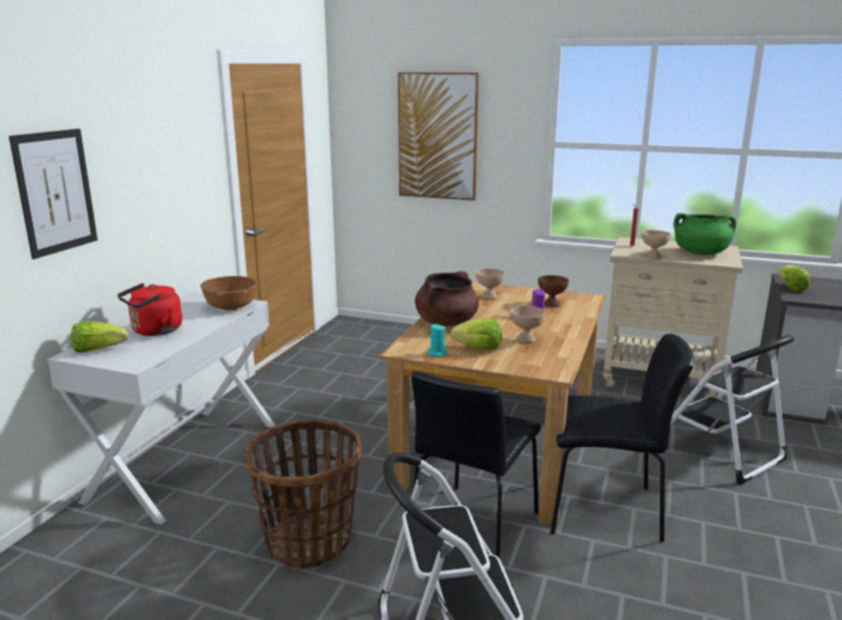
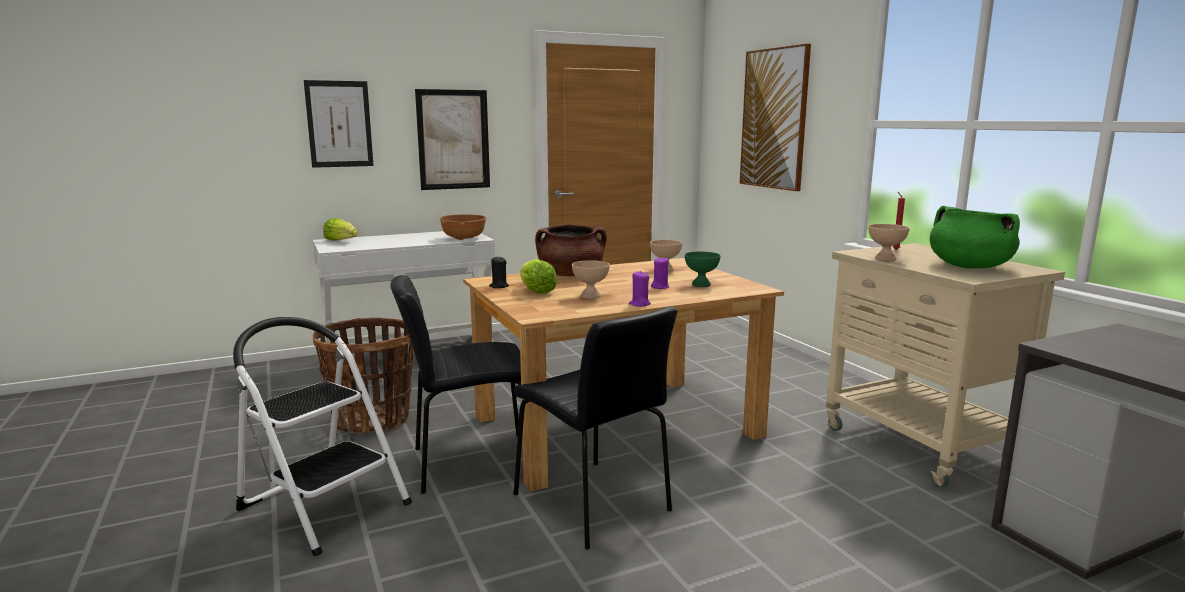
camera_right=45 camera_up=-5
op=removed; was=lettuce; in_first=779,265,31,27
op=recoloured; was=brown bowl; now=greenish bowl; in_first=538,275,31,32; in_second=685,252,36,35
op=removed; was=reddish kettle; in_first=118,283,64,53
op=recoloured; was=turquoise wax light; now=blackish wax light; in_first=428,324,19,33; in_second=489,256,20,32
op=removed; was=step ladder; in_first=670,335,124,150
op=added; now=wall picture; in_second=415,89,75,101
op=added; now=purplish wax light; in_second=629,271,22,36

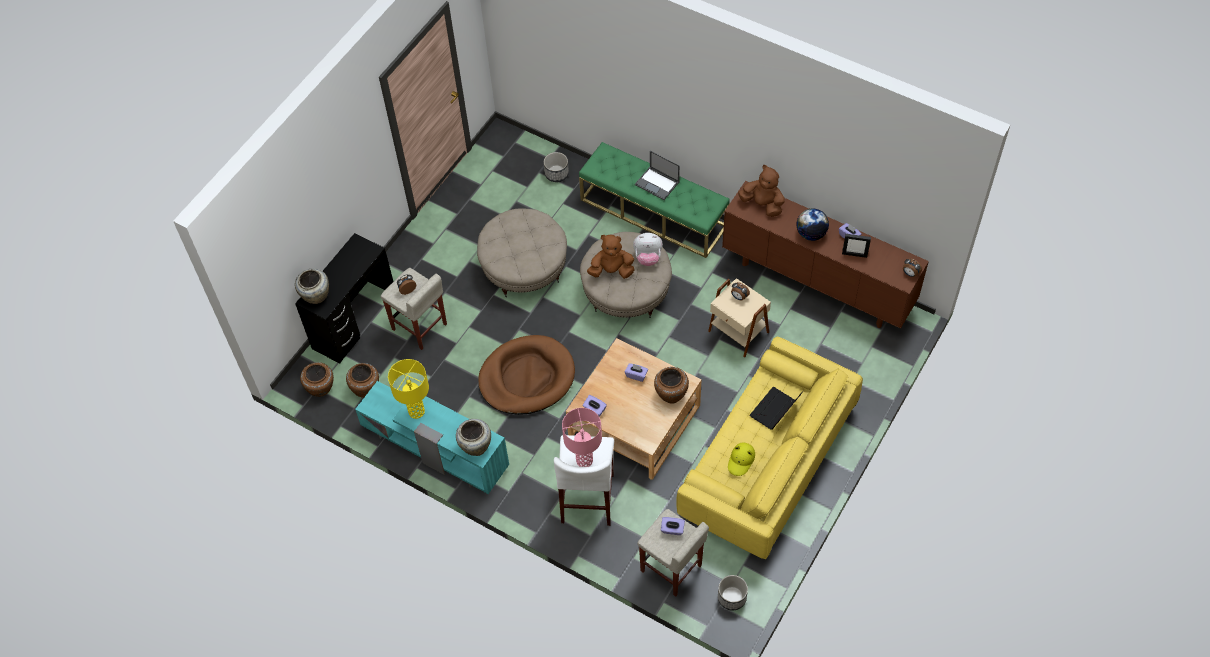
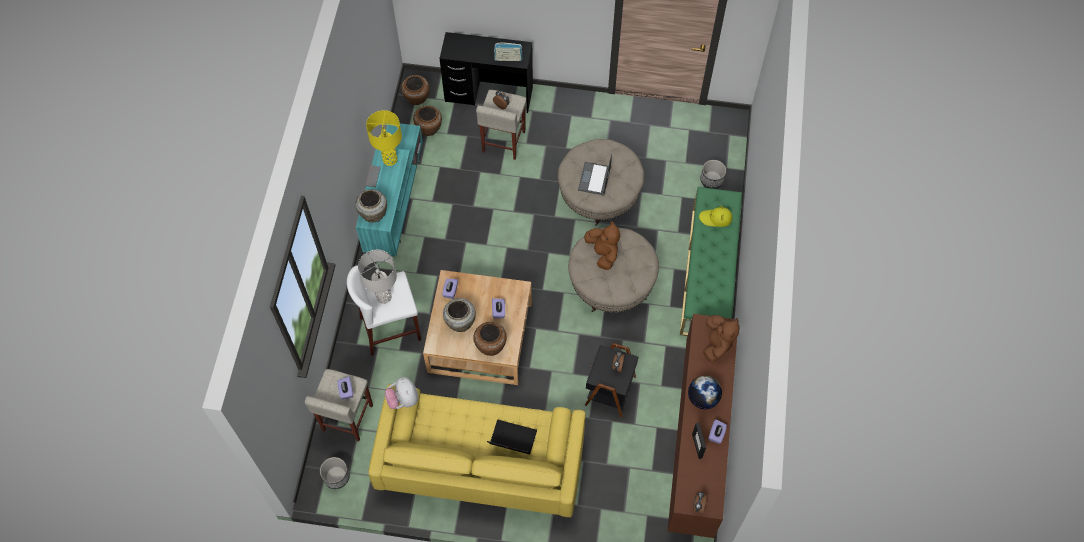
camera_right=65 camera_up=5
op=moved; was=notebook computer; in_first=635,151,45,49; in_second=578,153,34,42
op=moved; was=plush toy; in_first=633,233,30,33; in_second=385,377,33,32
op=moved; was=beige-coloured flower vase; in_first=295,268,34,36; in_second=443,298,33,34
op=recoloured; was=beige-coloured end table; now=blackish end table; in_first=708,278,63,80; in_second=585,343,53,75
op=removed; was=brown dog bed; in_first=478,335,97,80
op=recoloured; was=pink lamp for a table; now=whitish lamp for a table; in_first=562,408,40,59; in_second=358,250,39,54
op=moved; was=yellowish wearable hat; in_first=728,442,27,34; in_second=699,205,33,22
op=added; now=radio set; in_second=494,43,29,18

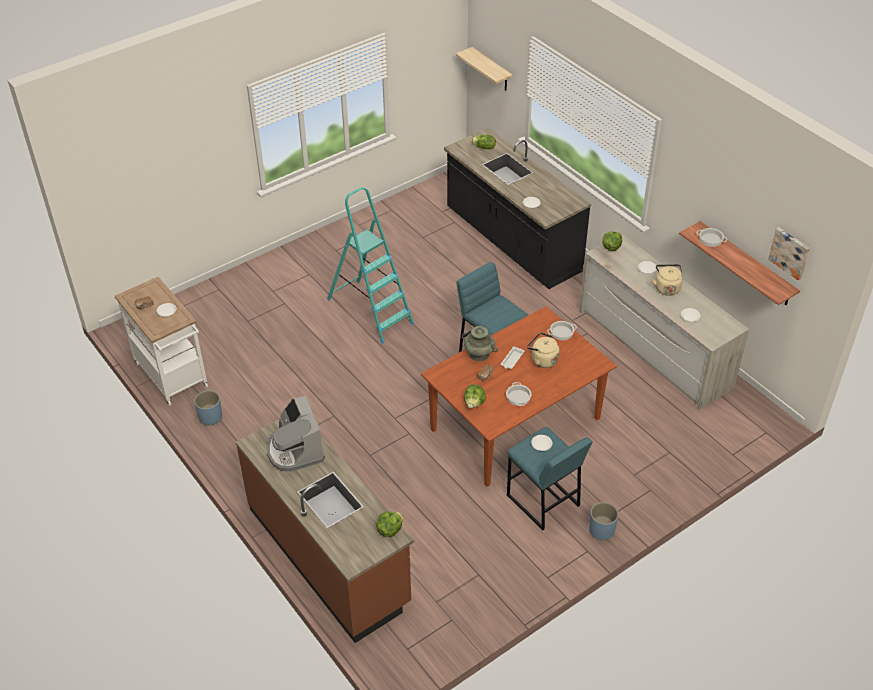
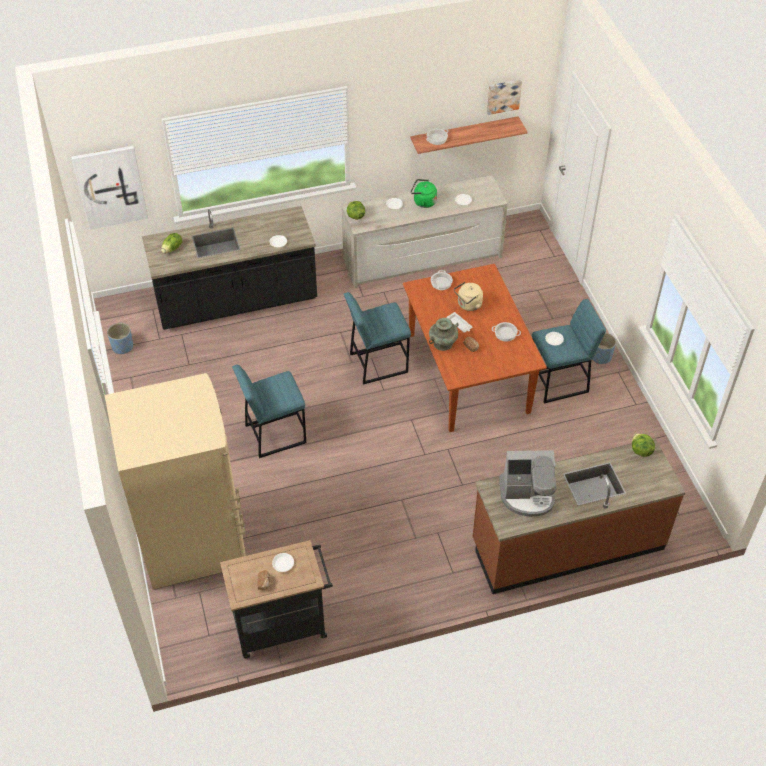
camera_right=-70 camera_up=5
op=replaced; was=wall shelf; now=wall picture; in_first=456,47,57,43; in_second=71,146,77,83
op=replaced; was=turquoise step ladder; now=blue stool seat; in_first=327,188,87,155; in_second=232,365,74,93
op=recoloured; was=beige-coloured kettle; now=greenish kettle; in_first=651,264,32,32; in_second=411,179,26,29
op=recoloured; was=whitish cart; now=blackish cart; in_first=115,277,93,129; in_second=220,540,113,118
op=removed; was=lettuce; in_first=464,384,22,24
op=moved; was=blue flower pot; in_first=194,390,28,36; in_second=107,323,26,31
op=added; now=beige-coloured refrigerator; in_second=104,373,141,216

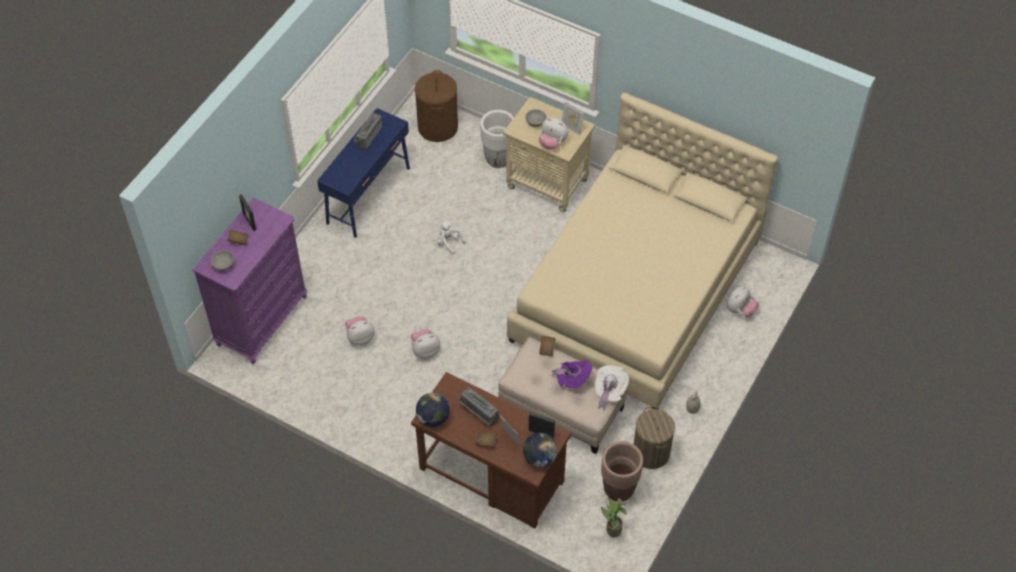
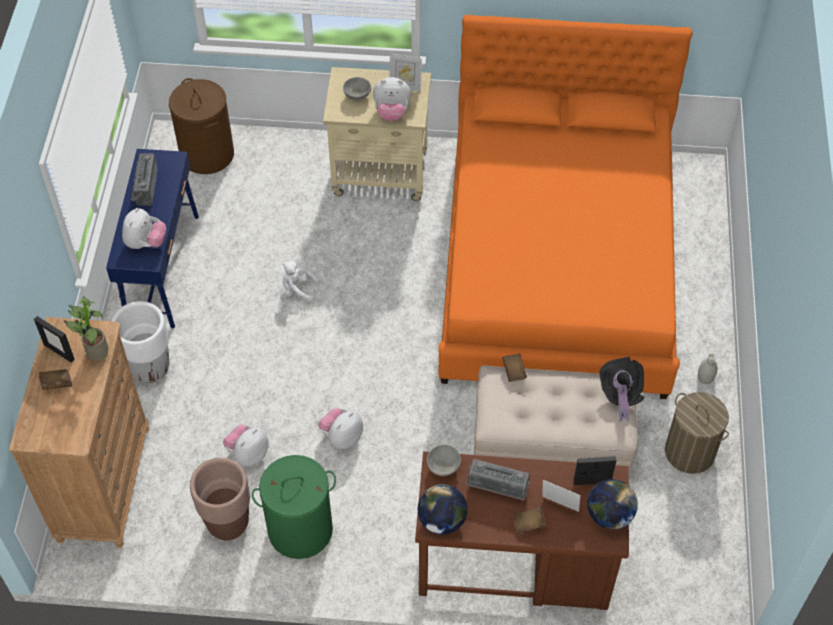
camera_right=-25 camera_up=0
op=recoloured; was=beige-coloured sleeping bed; now=orange-coloured sleeping bed; in_first=507,92,271,317; in_second=438,14,255,385
op=moved; was=whitish flower pot; in_first=480,110,34,58; in_second=112,301,57,82
op=recoloured; was=purplish dresser; now=brown dresser; in_first=192,198,115,166; in_second=9,317,140,231
op=moved; was=grey bowl; in_first=211,250,23,21; in_second=427,445,34,31
op=moved; was=plush toy; in_first=727,286,32,31; in_second=122,208,44,41
op=removed; was=purplish wearable hat; in_first=551,360,41,28
op=recoloured; was=whitish wearable hat; now=blackish wearable hat; in_first=595,365,34,45; in_second=599,357,45,64
op=moved; was=brown flower pot; in_first=601,441,42,60; in_second=190,458,60,83
op=moved; was=plant in a pot; in_first=601,497,26,41; in_second=64,297,44,64
op=added; now=greenish hamper; in_second=252,455,84,104

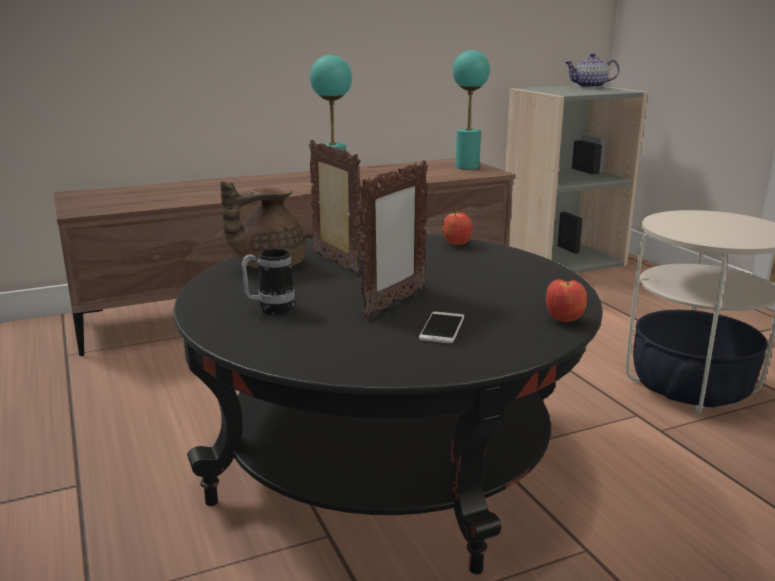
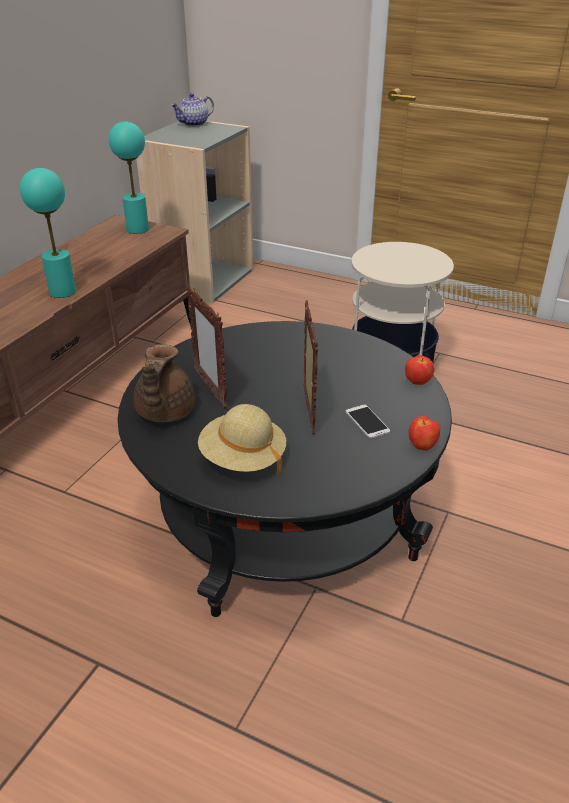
camera_right=-40 camera_up=15
op=turned; was=standing frame; in_first=309,140,52,135; in_second=187,285,40,123; clockwise=-135
op=moved; was=apple fruit; in_first=442,211,31,34; in_second=409,416,31,35
op=replaced; was=mug; now=beige-coloured wearable hat; in_first=241,248,54,67; in_second=198,404,88,70

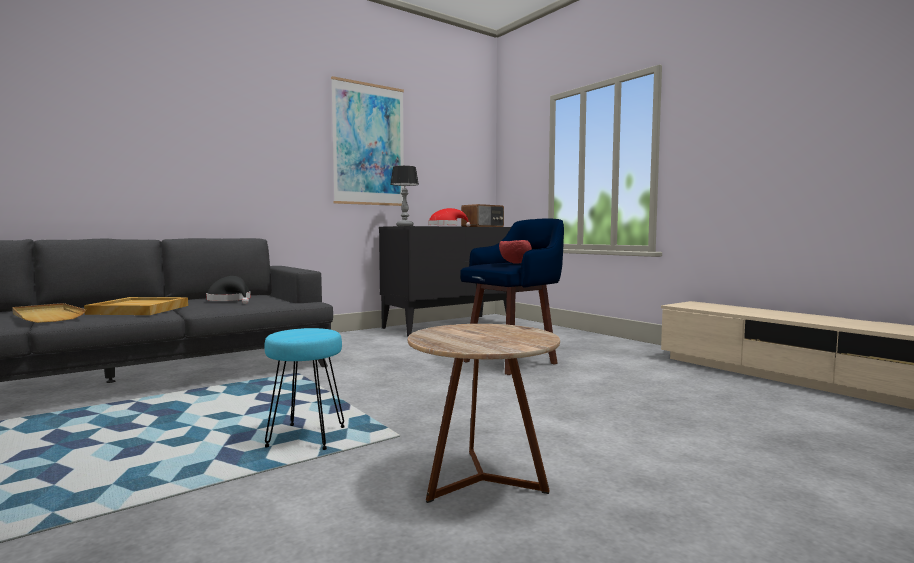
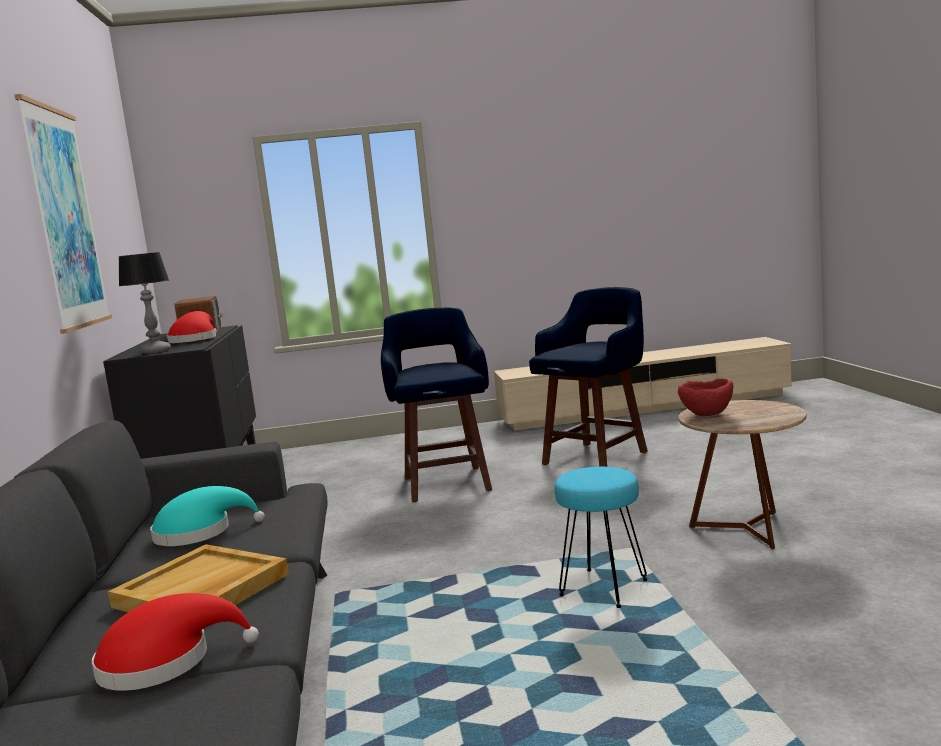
camera_right=-60 camera_up=5
op=moved; was=reddish bowl; in_first=499,240,33,24; in_second=678,378,55,38
op=recoloured; was=blackish wearable hat; now=turquoise wearable hat; in_first=206,276,45,28; in_second=150,486,115,60
op=replaced; was=beige-coloured tray; now=reddish wearable hat; in_first=12,303,74,20; in_second=92,593,167,98
op=added; now=blue stool seat; in_second=529,287,119,180

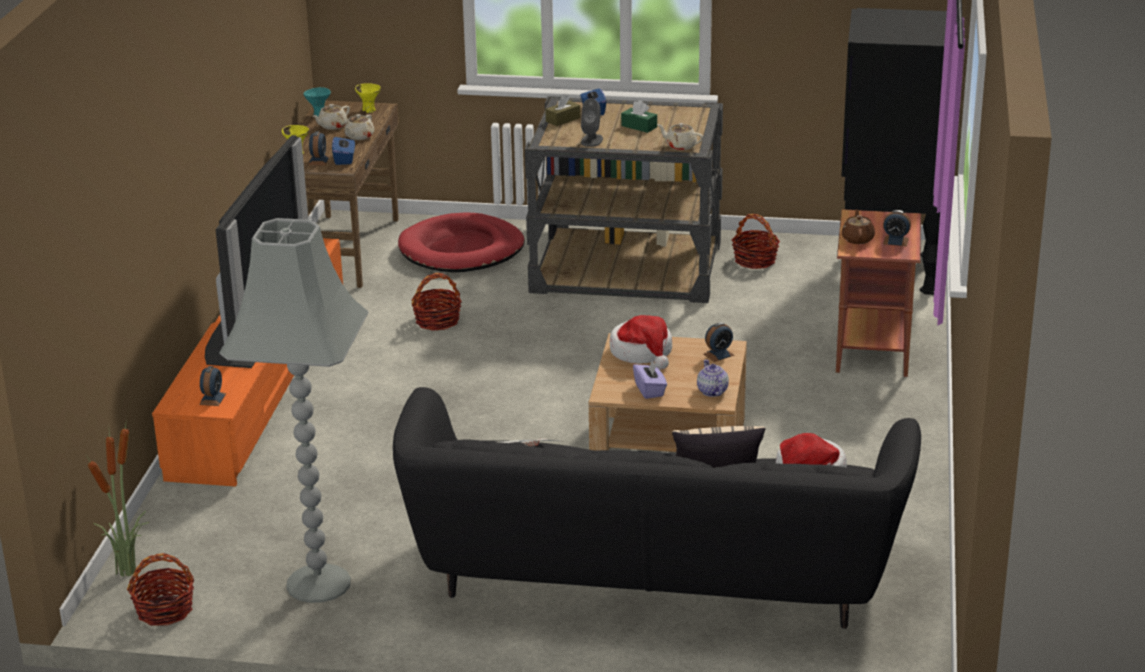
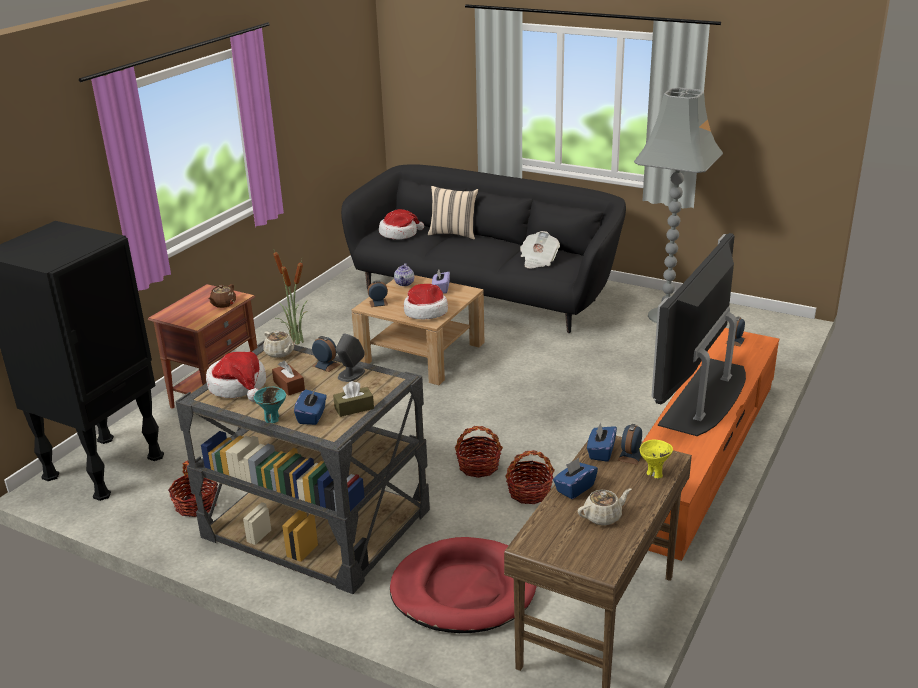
camera_right=-160 camera_up=0
op=removed; was=yellowish bowl; in_first=355,83,26,30
op=moved; was=turquoise bowl; in_first=304,87,27,30; in_second=254,387,32,36
op=recoloured; was=greenish box of tissues; now=brown box of tissues; in_first=621,100,36,33; in_second=272,361,33,35
op=replaced; was=beige-coloured tea pot; now=blue box of tissues; in_first=345,114,29,26; in_second=553,458,45,41
op=moved; was=bedside clock; in_first=883,210,28,36; in_second=312,336,28,36
op=moved; was=plant in a pot; in_first=87,424,62,152; in_second=273,250,35,95
op=moved; was=household basket; in_first=127,553,67,73; in_second=455,426,48,52
op=added; now=wearable hat; in_second=206,352,60,50

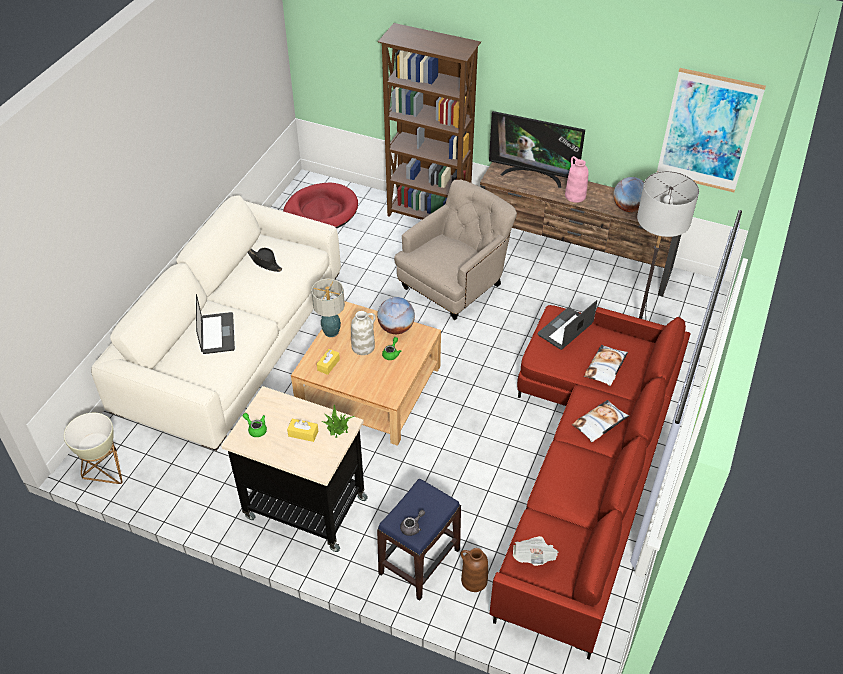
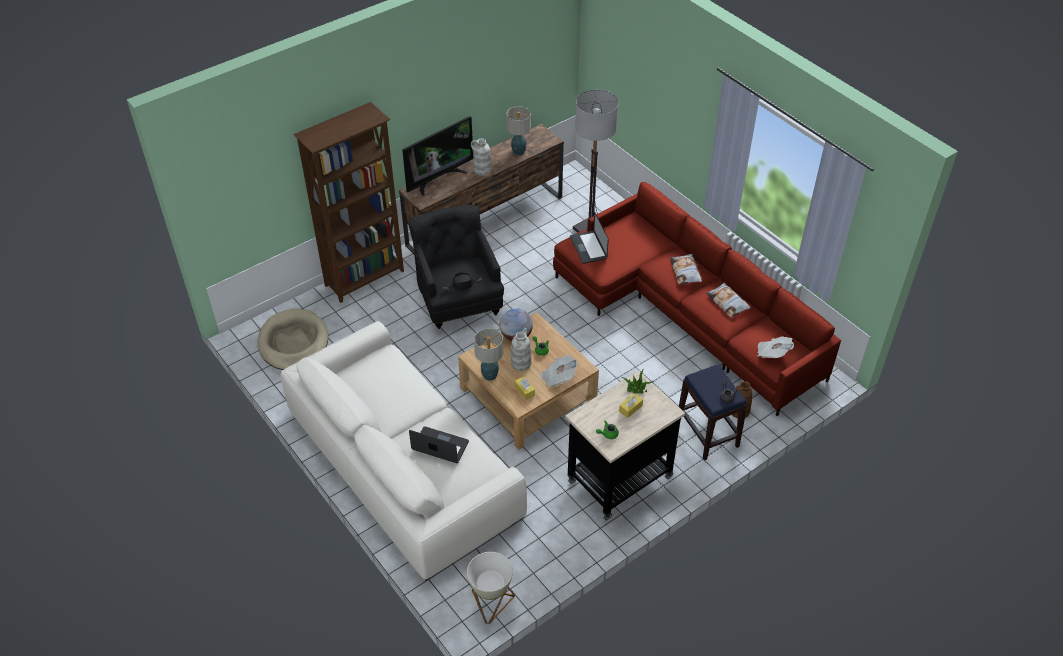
camera_right=-60 camera_up=0
op=removed; was=wall picture; in_first=657,68,109,124
op=recoloured; was=pink flower vase; now=whitish flower vase; in_first=565,156,24,47; in_second=471,139,21,37
op=replaced; was=desk globe; now=lamp for a table; in_first=613,177,31,35; in_second=506,106,25,49
op=recoloured; was=beige-coloured lounge chair; now=blackish lounge chair; in_first=394,179,123,141; in_second=409,205,95,124
op=recoloured; was=reddish dog bed; now=beige-coloured dog bed; in_first=283,183,75,46; in_second=257,308,71,62
op=moved; was=blackish wearable hat; in_first=247,248,35,24; in_second=443,272,39,20
op=moved; was=pillow; in_first=584,345,44,41; in_second=706,283,45,35
op=added; now=newspaper; in_second=540,355,38,32

